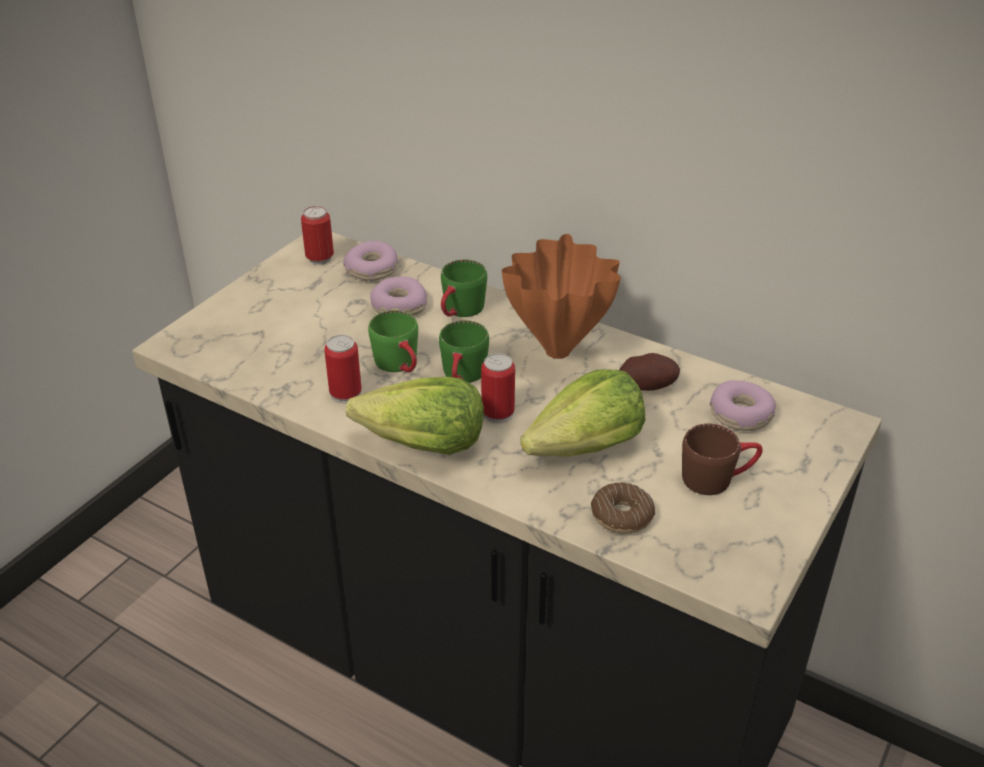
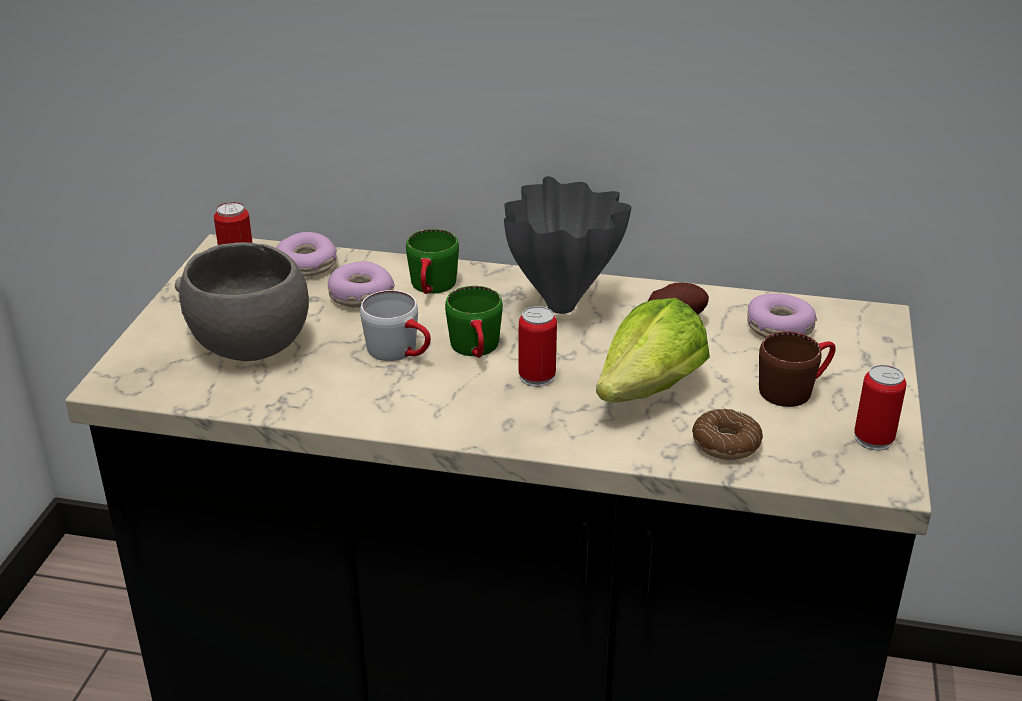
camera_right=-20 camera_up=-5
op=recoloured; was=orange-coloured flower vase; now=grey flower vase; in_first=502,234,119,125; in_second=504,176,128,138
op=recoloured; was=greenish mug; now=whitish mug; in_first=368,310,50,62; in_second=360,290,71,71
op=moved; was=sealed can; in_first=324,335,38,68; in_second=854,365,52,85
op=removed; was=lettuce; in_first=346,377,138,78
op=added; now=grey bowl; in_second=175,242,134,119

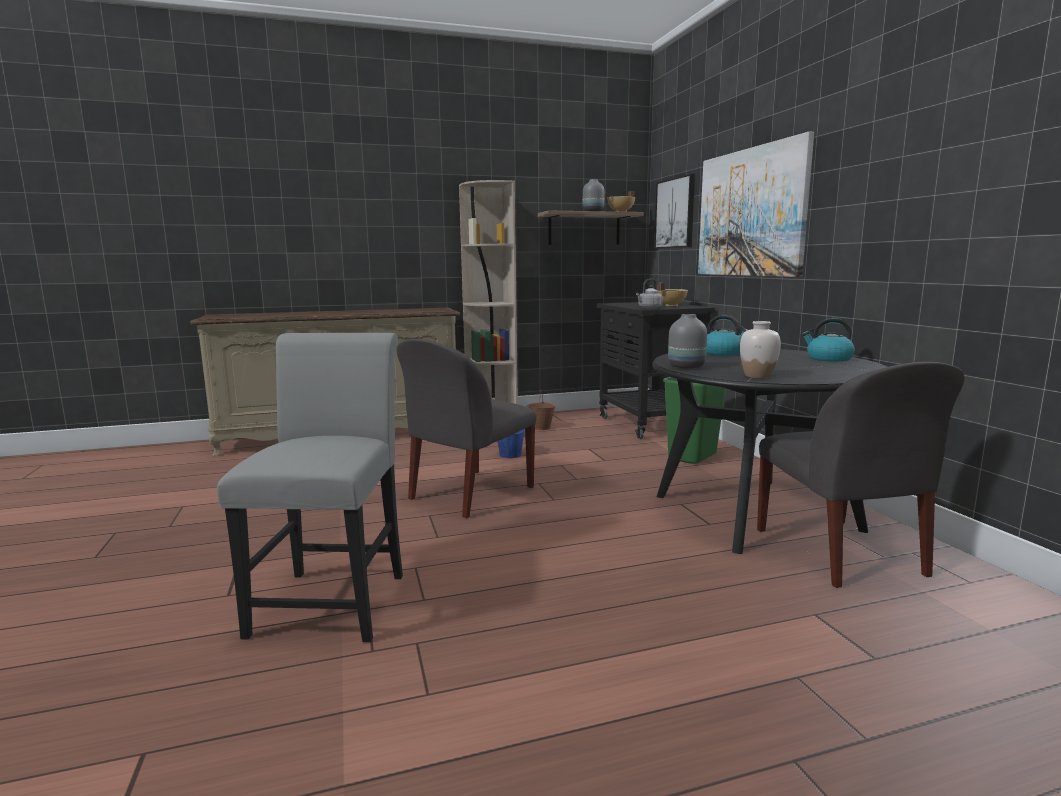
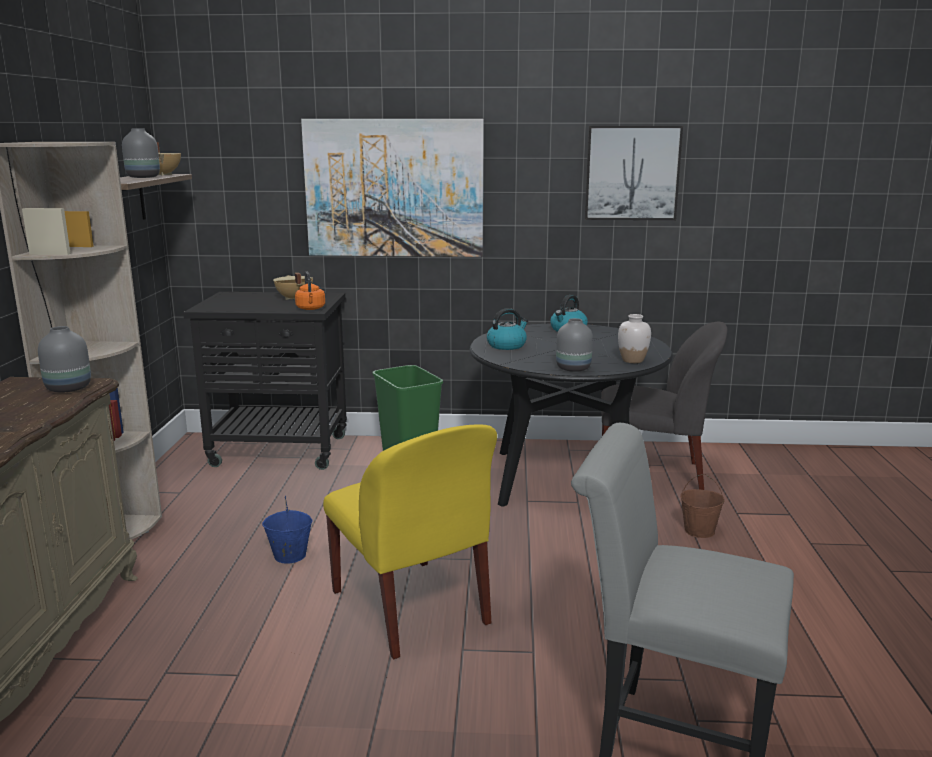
camera_right=-70 camera_up=5
op=moved; was=wall picture; in_first=654,174,41,75; in_second=585,126,98,94
op=recoloured; was=grey kettle; now=orange-coloured kettle; in_first=636,279,26,30; in_second=295,271,30,39
op=recoloured; was=grey upright chair; now=yellowish upright chair; in_first=397,339,139,179; in_second=323,424,174,235
op=moved; was=brown water bucket; in_first=527,390,28,40; in_second=680,474,45,64
op=added; now=grey flower vase; in_second=38,326,53,67

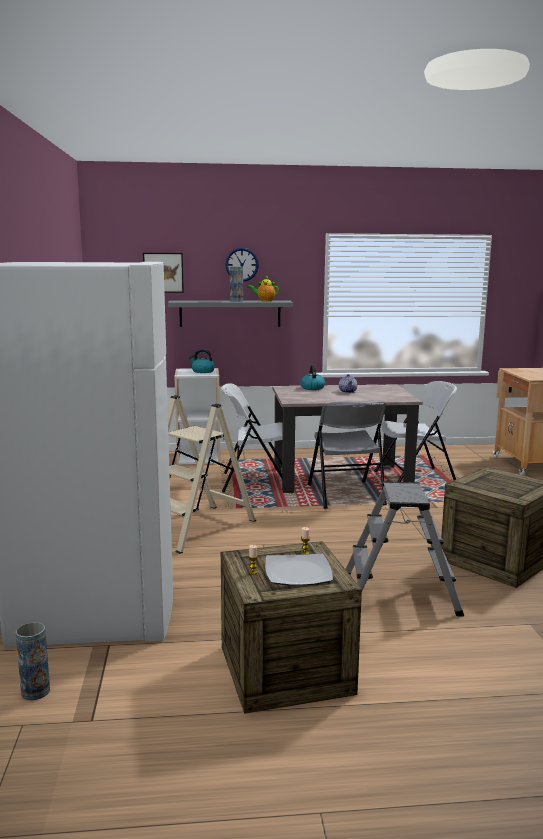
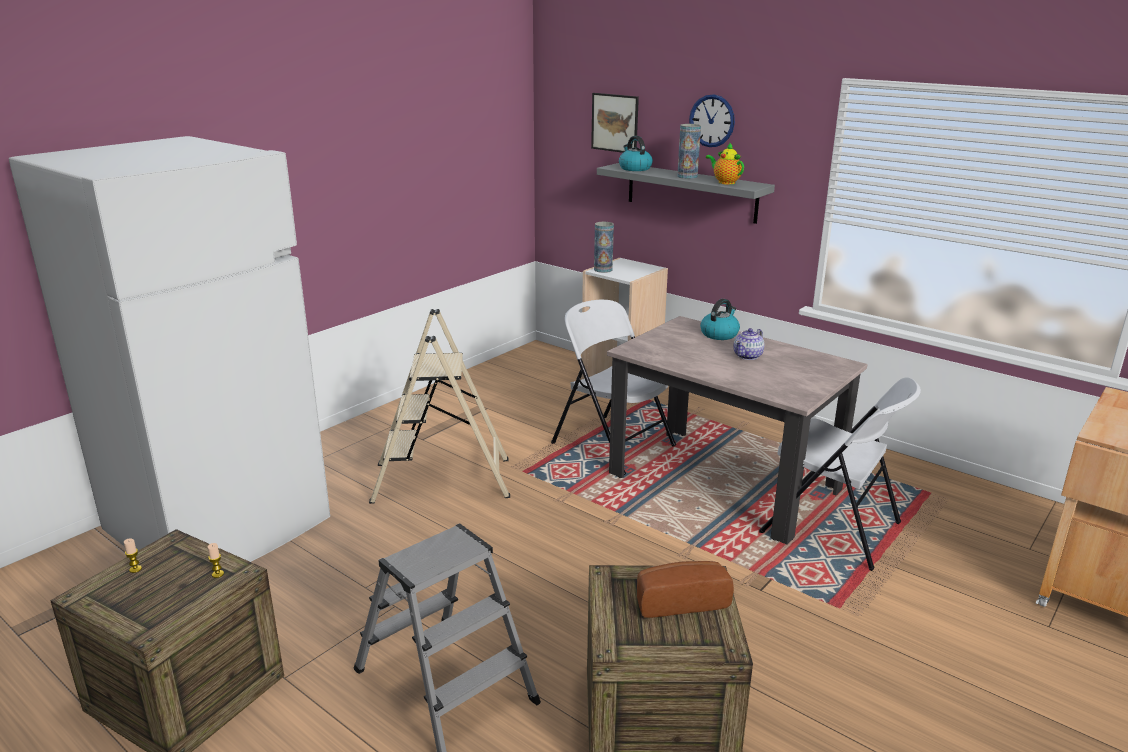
camera_right=45 camera_up=10
op=moved; was=kettle; in_first=189,349,26,24; in_second=619,136,34,35
op=removed; was=grey upright chair; in_first=308,401,79,108
op=removed; was=plate; in_first=265,554,68,32
op=moved; was=flower vase; in_first=16,622,34,78; in_second=594,222,20,51
op=added; now=bakery bread; in_second=637,561,97,57

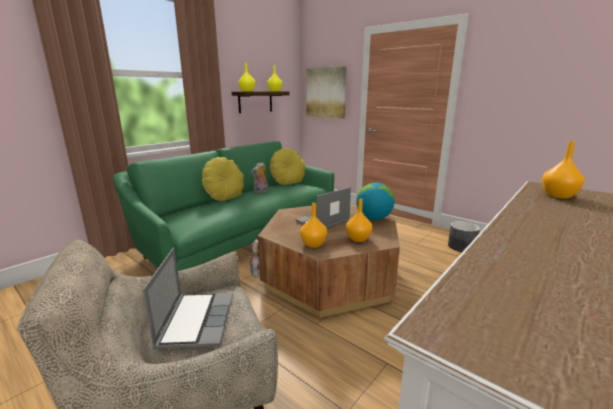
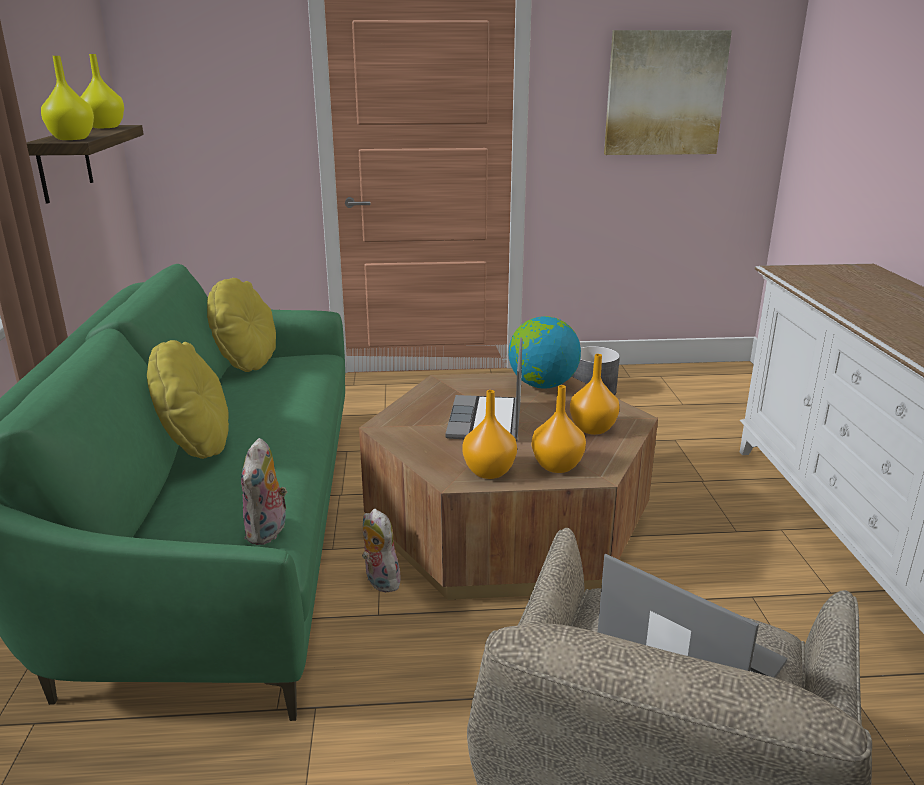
camera_right=-45 camera_up=5
op=moved; was=wall picture; in_first=306,66,41,52; in_second=604,30,128,125
op=moved; was=orange-coloured flower vase; in_first=542,141,42,58; in_second=463,390,54,89
op=moved; was=plush toy; in_first=251,163,17,30; in_second=241,438,47,107

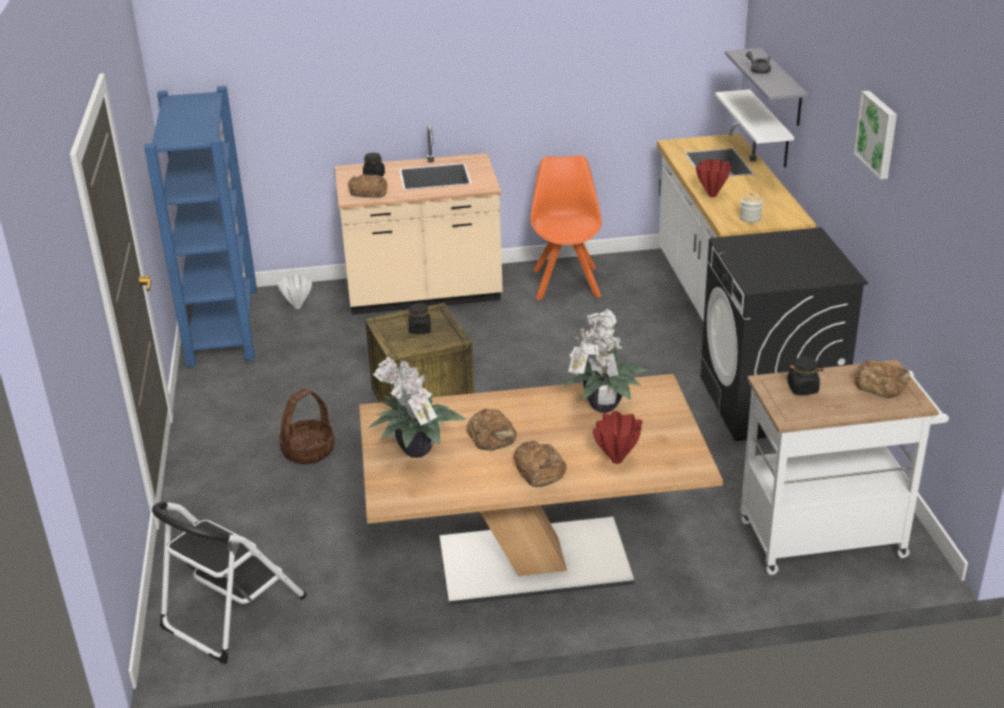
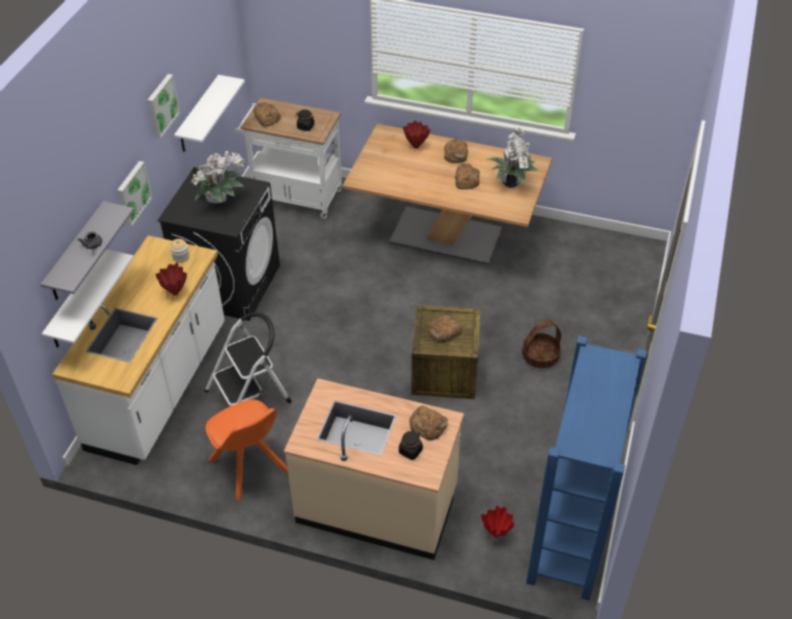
camera_right=-155 camera_up=15
op=turned; was=orange-coloured upright chair; in_first=531,155,71,145; in_second=205,400,83,101; clockwise=-60
op=recoloured; was=whitish flower vase; now=reddish flower vase; in_first=277,275,35,34; in_second=481,506,34,32
op=replaced; was=blackish storage jar; now=bakery bread; in_first=408,303,23,31; in_second=428,315,34,28
op=moved; was=plant in a pot; in_first=561,308,86,105; in_second=191,151,55,56
op=moved; was=step ladder; in_first=152,502,154,162; in_second=204,312,88,94
op=added; now=whitish wall shelf; in_second=174,75,71,77
op=added; now=wall picture; in_second=117,161,35,66

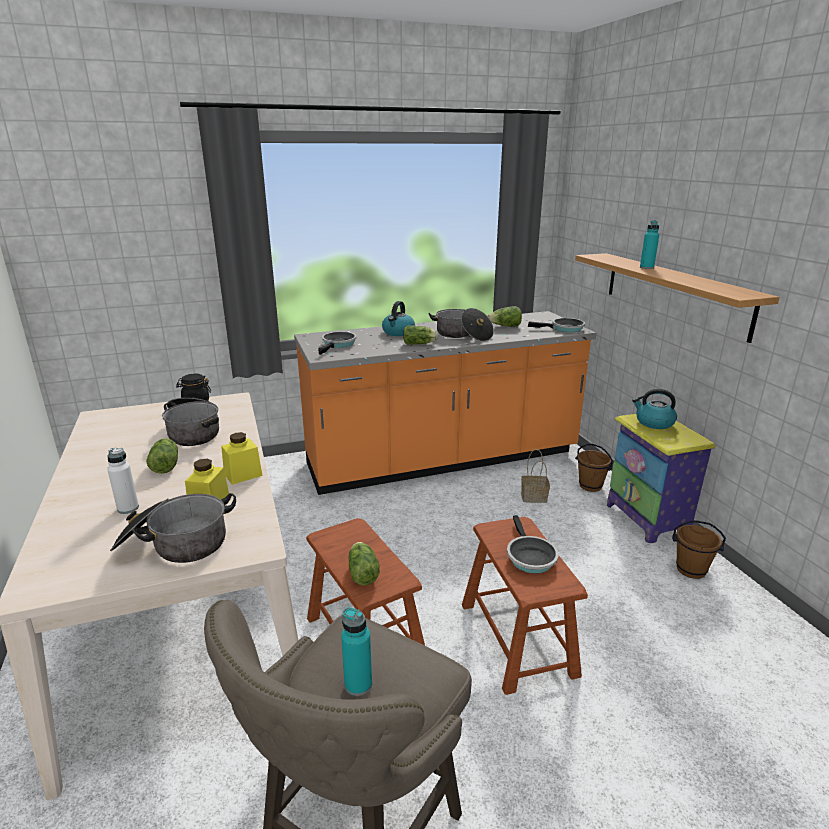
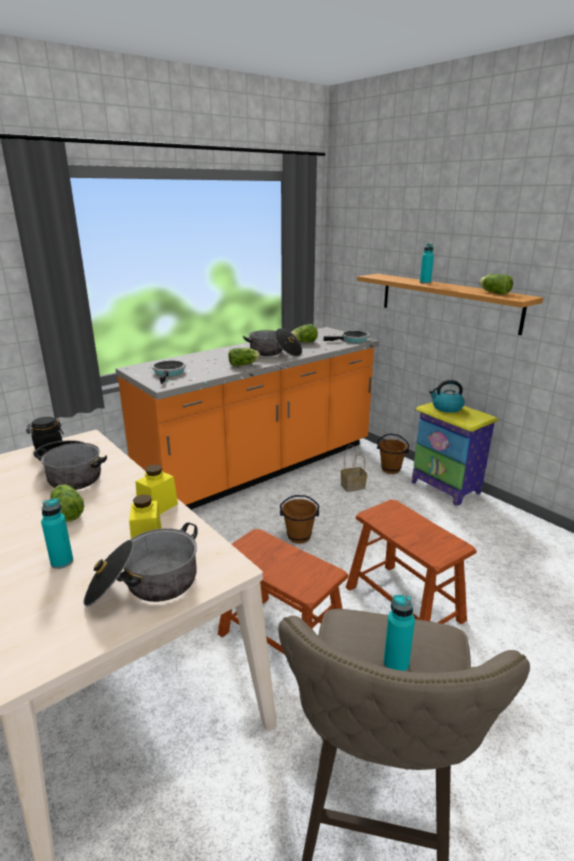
camera_right=-20 camera_up=0
op=removed; was=kettle; in_first=382,301,33,35
op=recoloured; was=whitish bottle; now=turquoise bottle; in_first=107,448,32,66; in_second=41,498,32,71
op=removed; was=pan; in_first=507,515,52,59
op=moved; was=brown water bucket; in_first=672,520,54,59; in_second=280,495,39,49
op=moved; was=lettuce; in_first=349,542,31,44; in_second=479,274,34,21

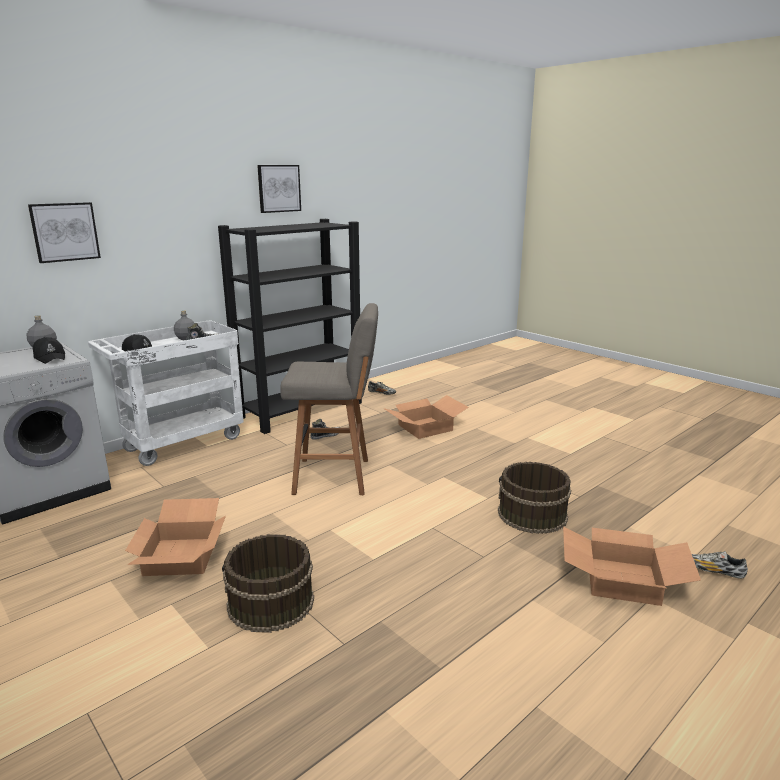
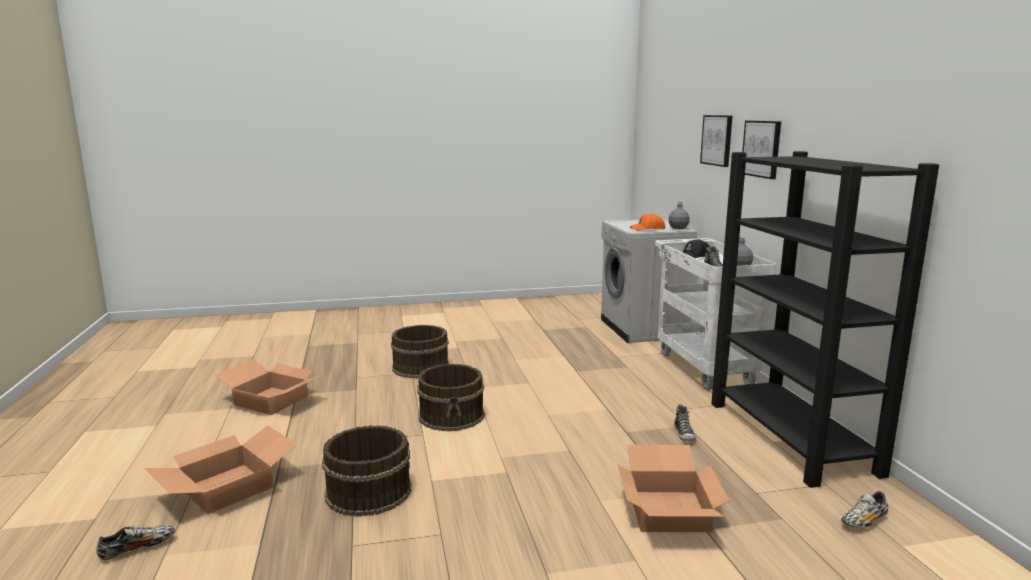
camera_right=120 camera_up=-5
op=moved; was=wall picture; in_first=257,165,44,48; in_second=742,121,39,58
op=removed; was=grey stool seat; in_first=280,303,98,192
op=recoloured; was=blackish peaked cap; now=orange-coloured peaked cap; in_first=33,337,32,27; in_second=630,213,35,18
op=moved; was=cardboard box; in_first=125,498,101,78; in_second=214,360,108,55
op=added; now=brown water bucket; in_second=417,364,68,68

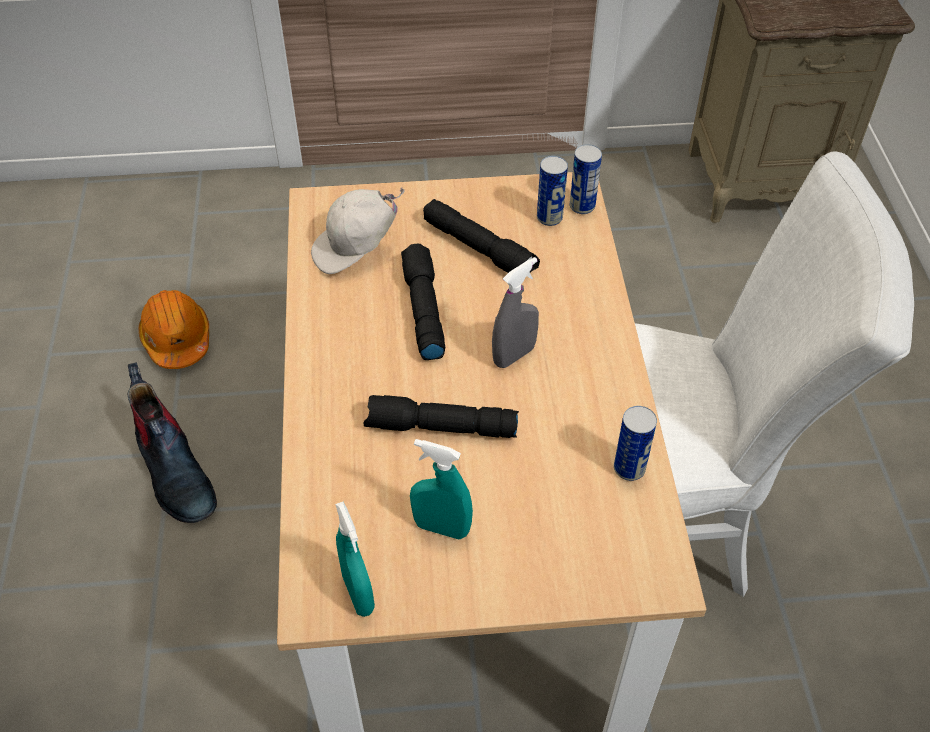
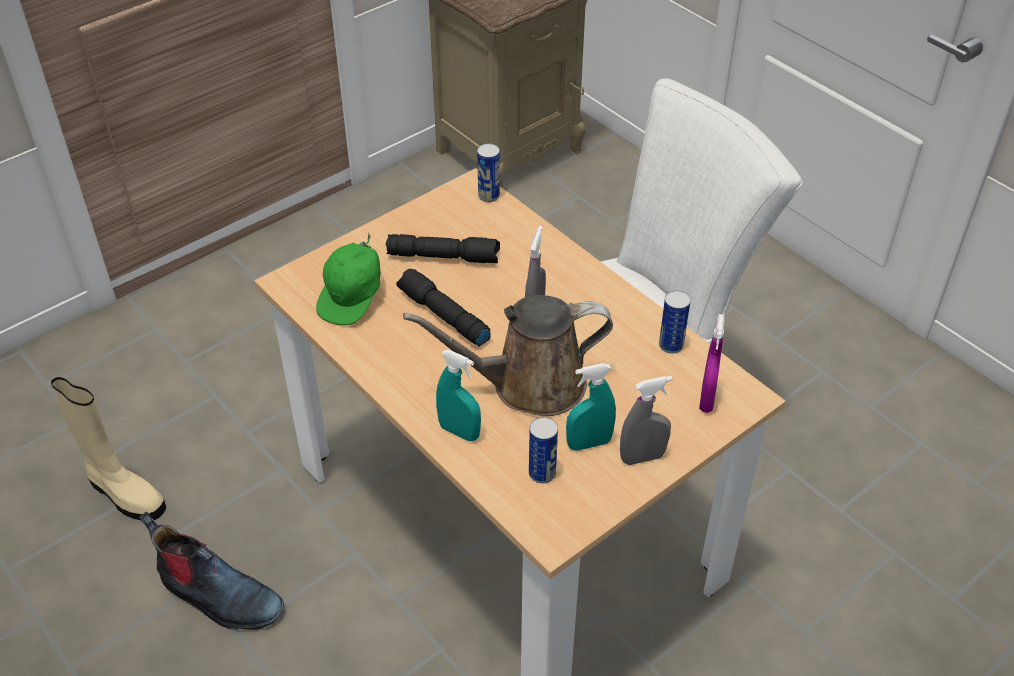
camera_right=-35 camera_up=-5
op=moved; was=sealed can; in_first=537,156,31,70; in_second=529,417,29,66
op=recoloured; was=whitish peaked cap; now=greenish peaked cap; in_first=311,187,94,87; in_second=316,233,65,92
op=replaced; was=orange-coloured safety helmet; now=beige-coloured tall boot; in_first=139,290,70,79; in_second=51,377,115,143
op=replaced; was=blackish hand torch; now=brown watering pot; in_first=363,395,156,43; in_second=403,295,210,121
op=moved; was=turquoise hand sprayer; in_first=335,502,40,115; in_second=436,350,45,91
op=added; now=purplish hand sprayer; in_second=699,314,26,99
op=added; now=grey hand sprayer; in_second=620,376,52,89

